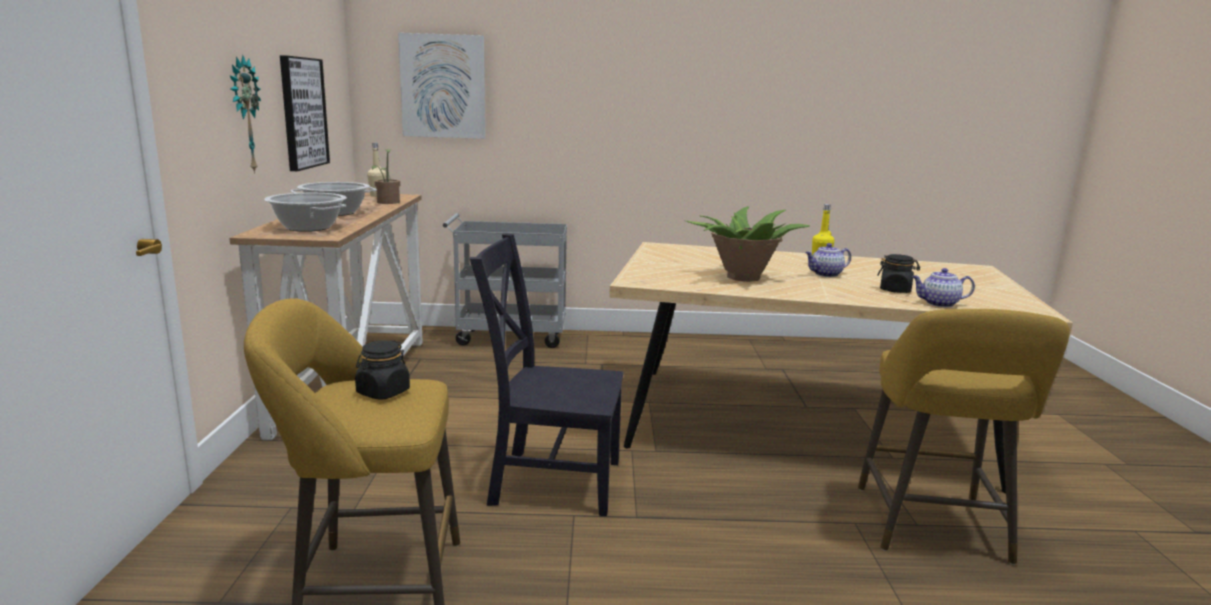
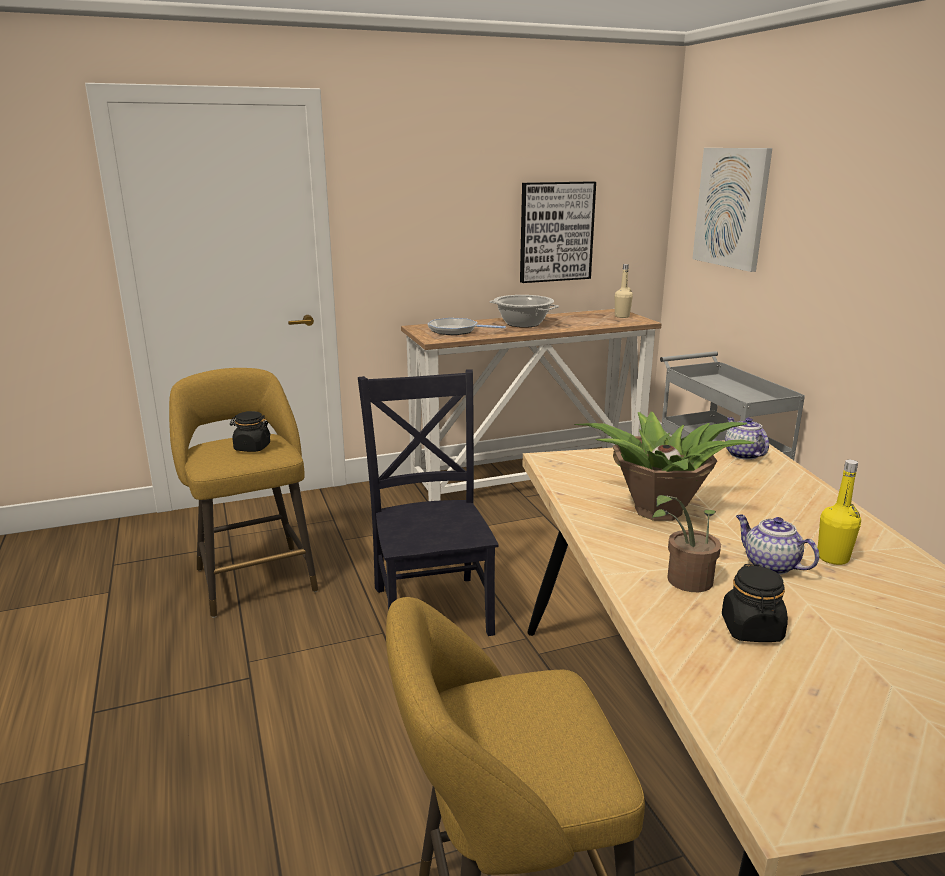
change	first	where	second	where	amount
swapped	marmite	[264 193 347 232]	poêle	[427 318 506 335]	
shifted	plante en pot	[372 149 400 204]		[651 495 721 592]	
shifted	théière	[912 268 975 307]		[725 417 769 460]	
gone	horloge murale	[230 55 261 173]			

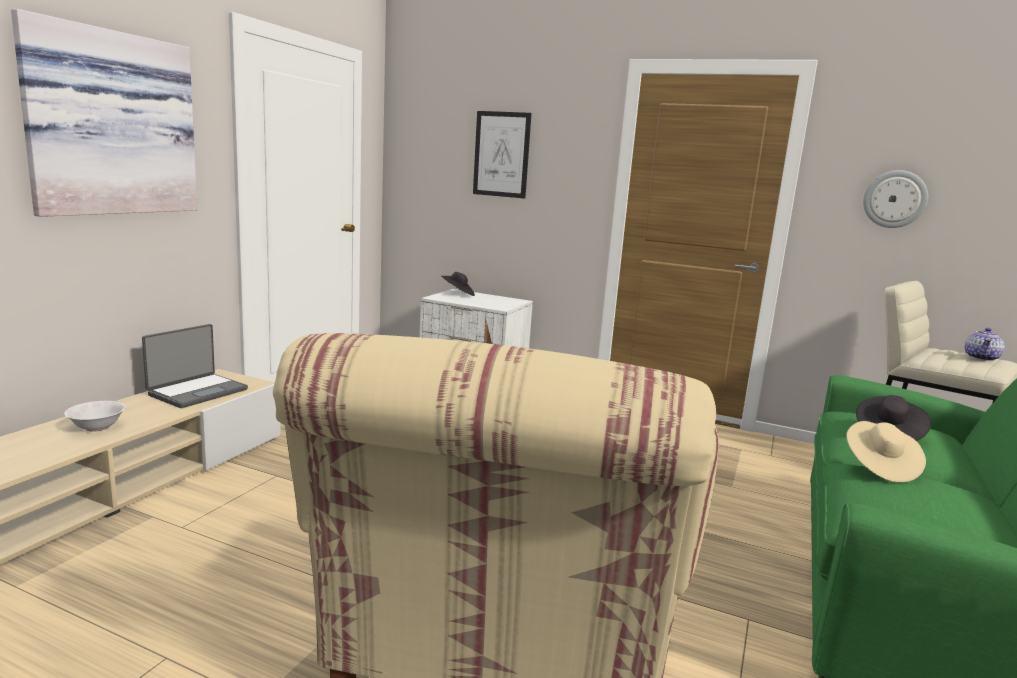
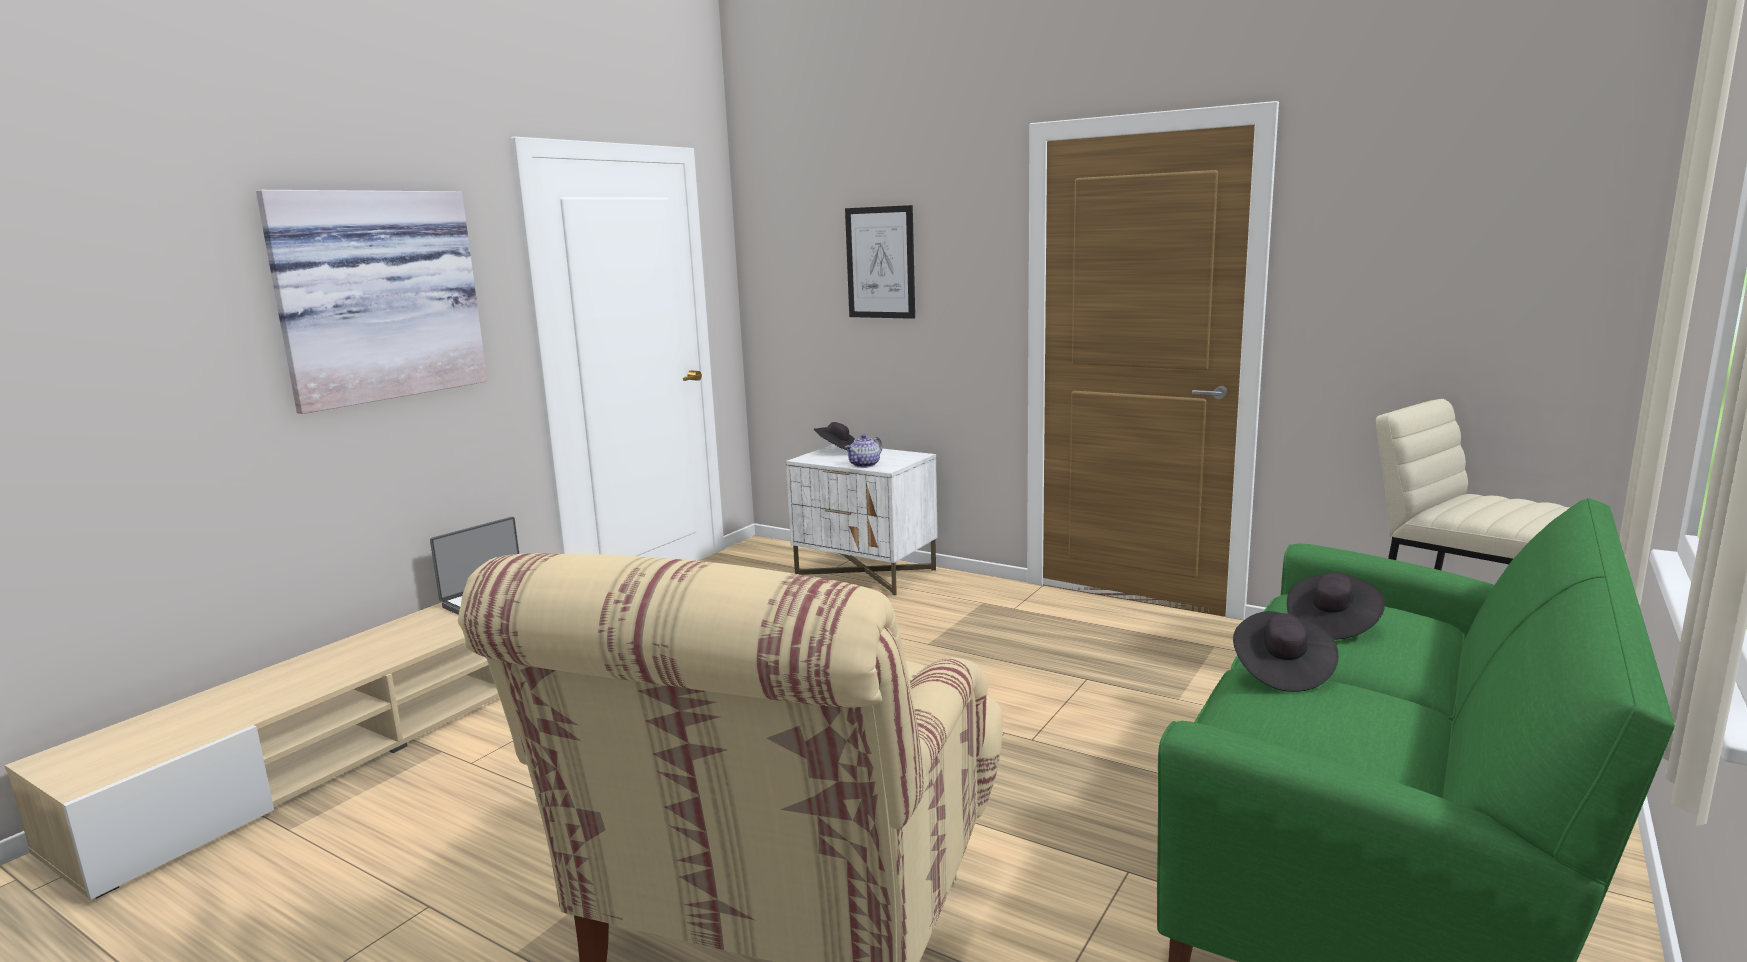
change	first	where	second	where	amount
shifted	théière	[965 328 1005 361]		[845 434 882 468]	
repainted	chapeau/beige	[846 421 926 483]	chapeau/noir	[1233 611 1339 692]	
gone	bol/blanc	[64 401 126 432]			
gone	horloge murale	[863 170 928 228]			

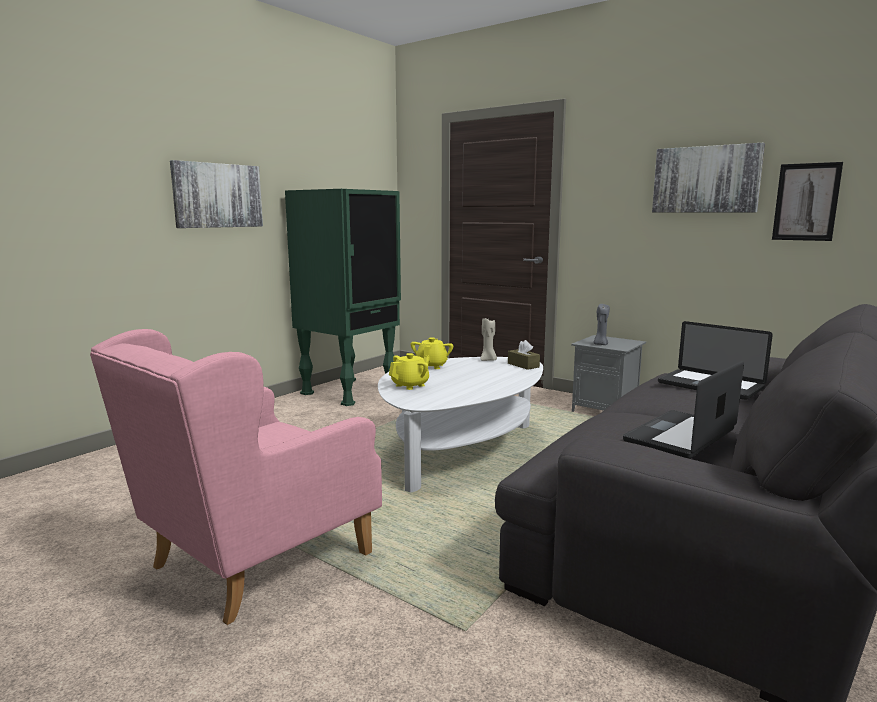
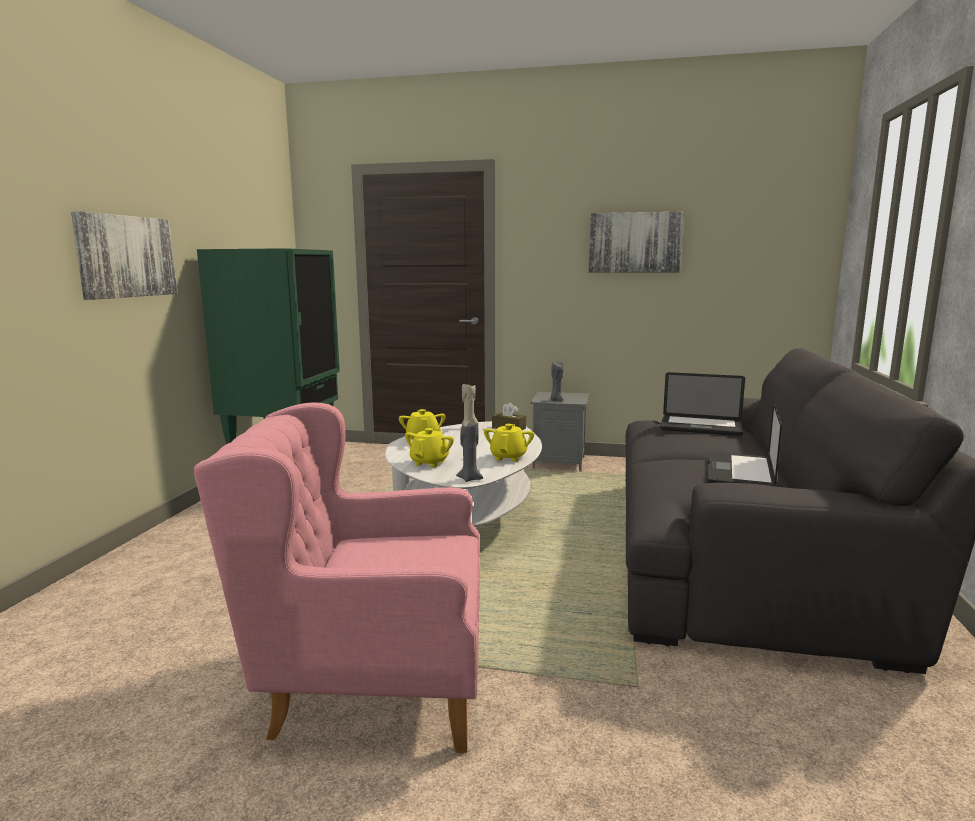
change	first	where	second	where	amount
rotated	fauteuil/rose	[90 329 382 625]		[194 402 480 753]	75 degrees clockwise
new			bougie/gris	[456 423 483 482]	
new			théière/jaune	[484 424 534 462]	
gone	tableau	[772 162 843 241]			

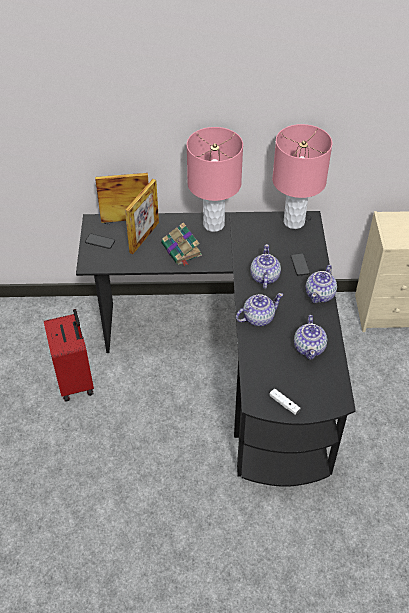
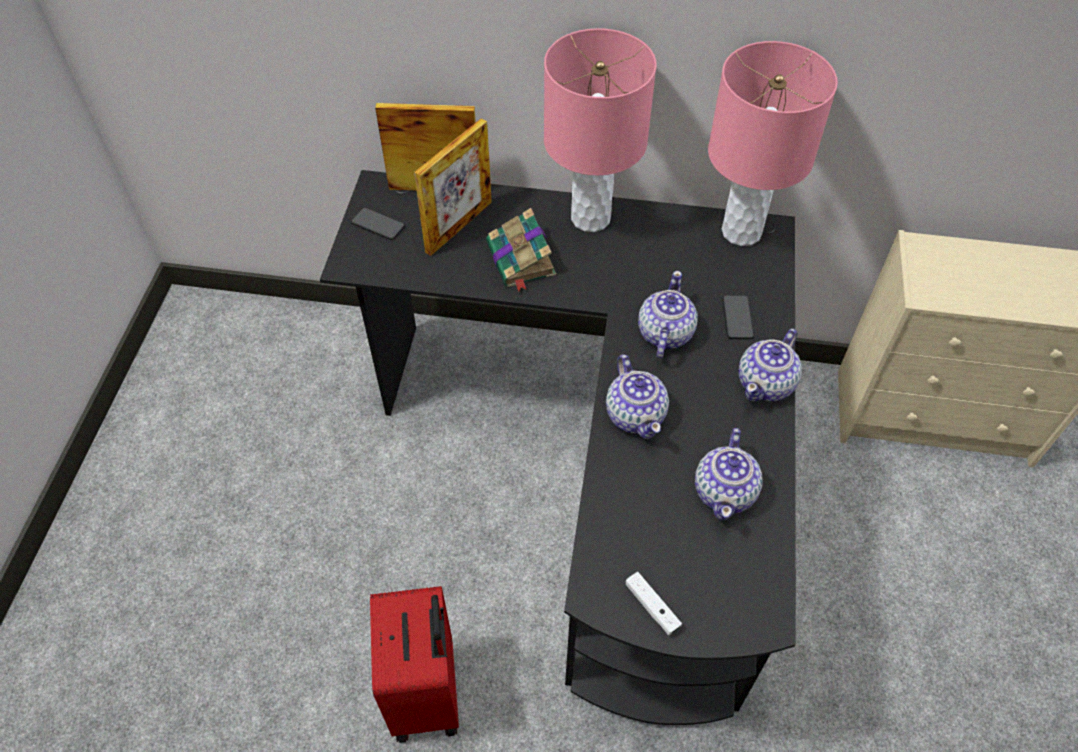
change	first	where	second	where	amount
shifted	valise/rouge	[44 309 94 402]		[370 586 459 743]	
rotated	théière	[236 293 283 326]		[606 355 669 439]	90 degrees clockwise

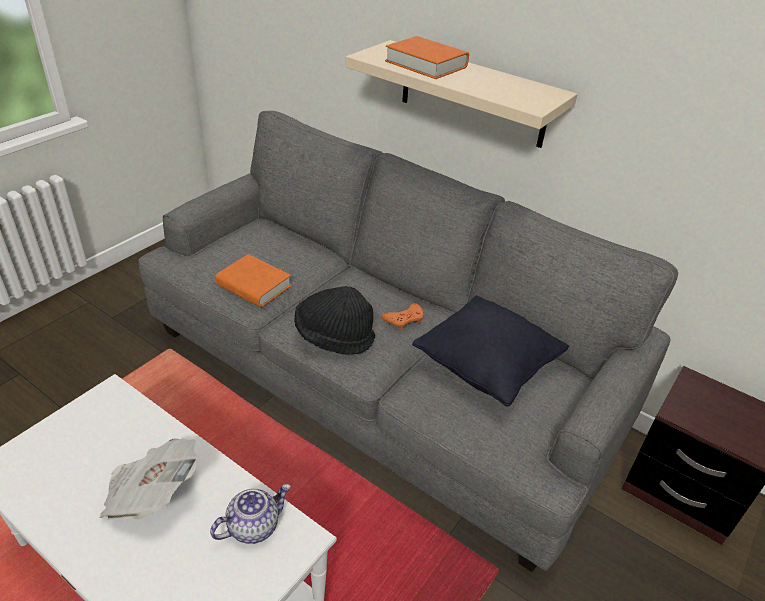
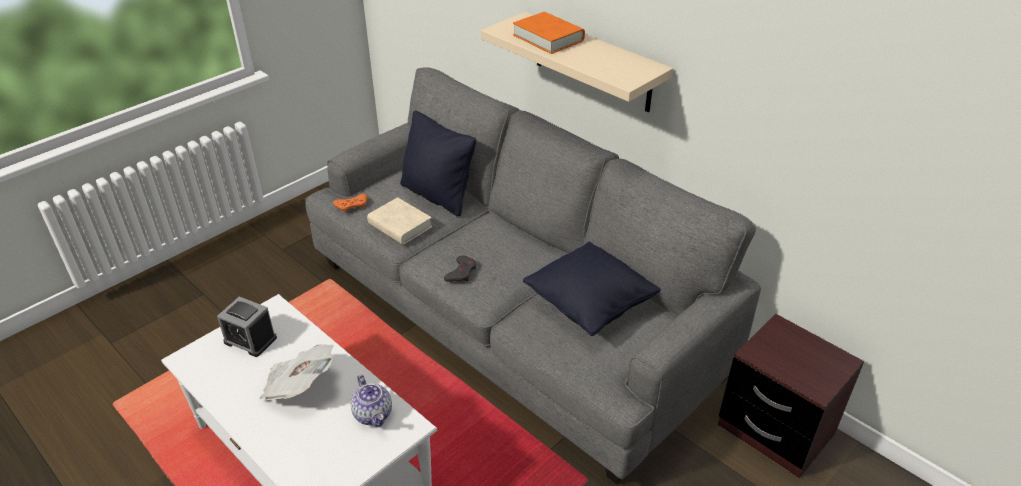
change	first	where	second	where	amount
new			réveil	[217 296 277 357]	
shifted	manette/orange	[382 303 424 330]		[333 194 367 213]	
rotated	théière	[210 484 291 544]		[351 375 392 427]	90 degrees clockwise
repainted	livre/orange	[216 254 291 307]	livre/beige	[367 197 432 245]	
new			coussin/noir	[400 111 476 216]	
swapped	chapeau/noir	[294 286 375 355]	manette/gris	[444 256 476 282]	

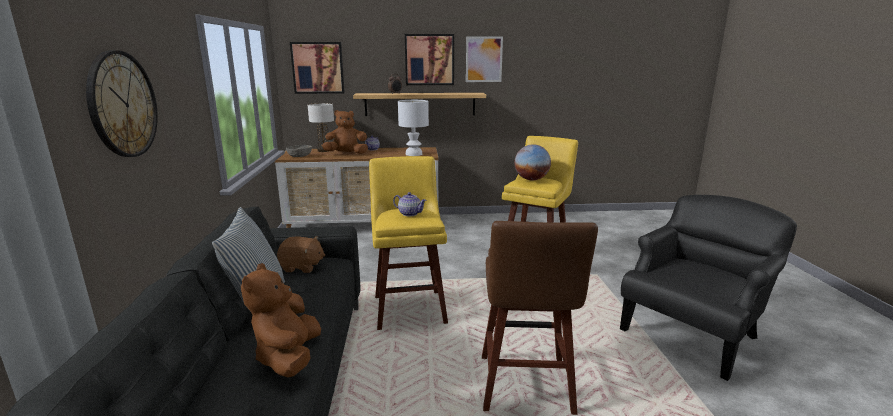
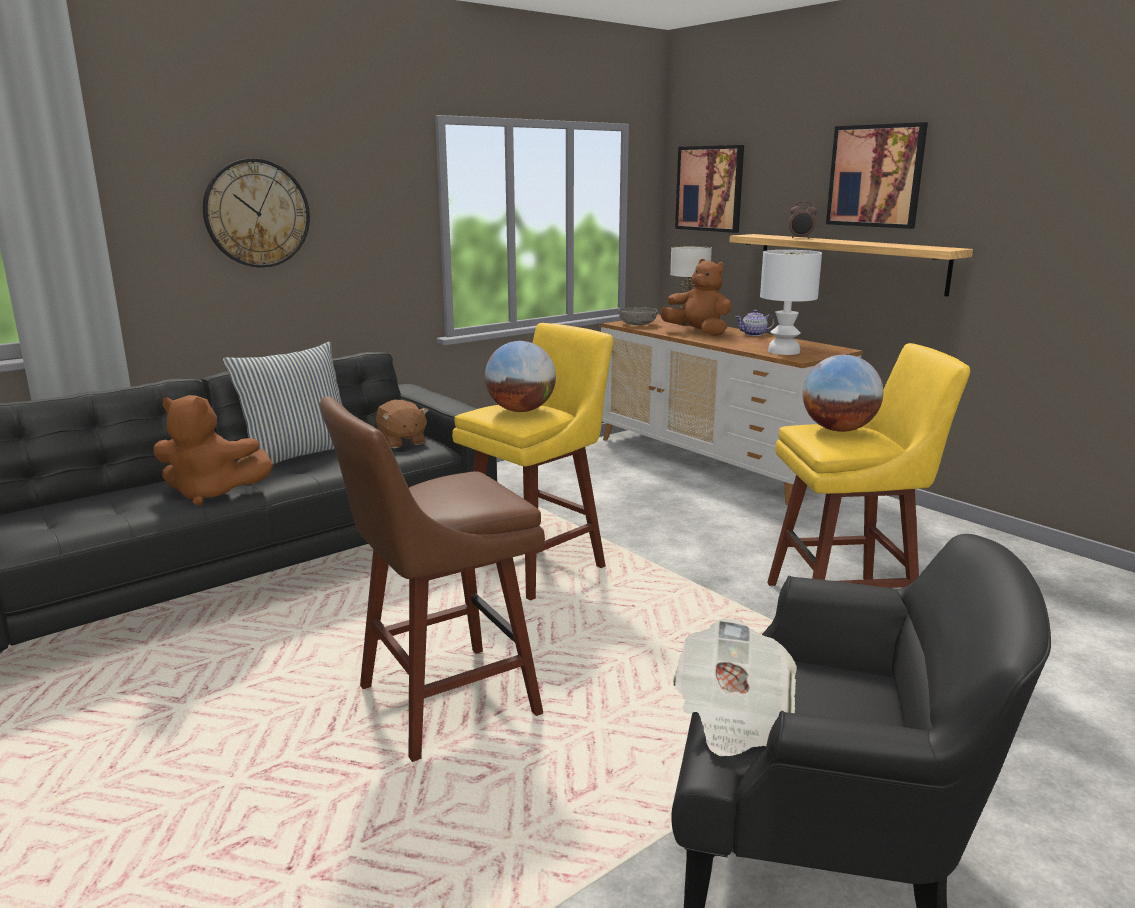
change	first	where	second	where	amount
rotated	peluche/marron	[241 263 321 377]		[153 395 273 506]	135 degrees counterclockwise
swapped	théière	[393 192 427 216]	globe	[485 341 556 412]	
new			journal	[673 618 797 756]	
gone	tableau	[466 36 503 82]			

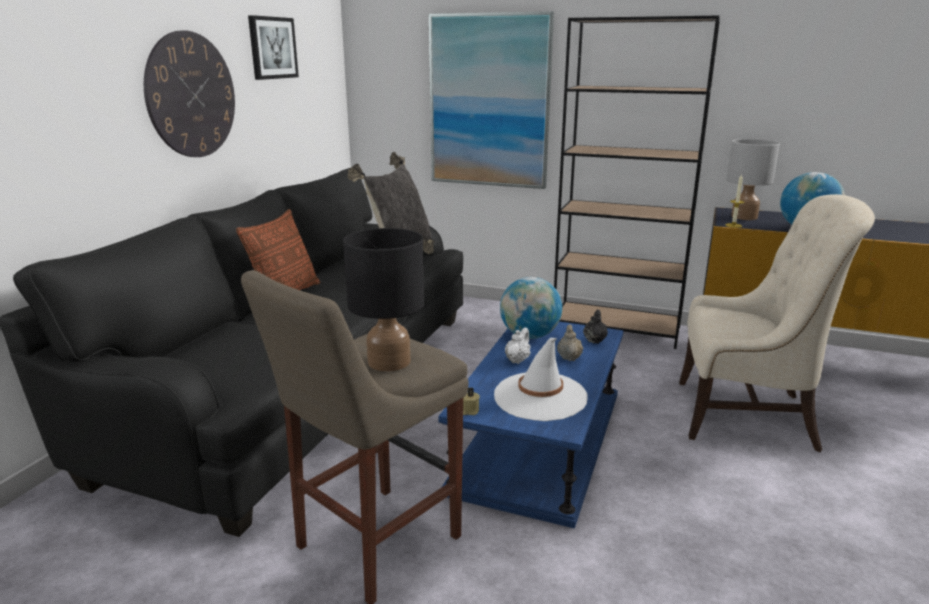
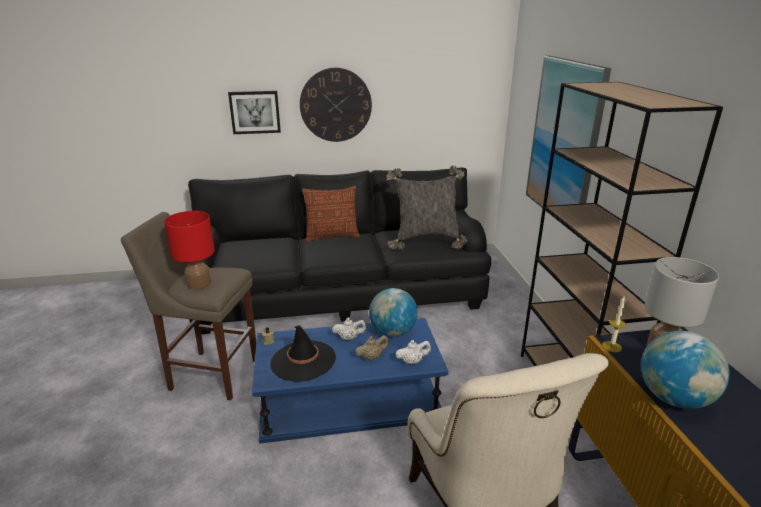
change	first	where	second	where	amount
repainted	lampe de table/noir	[343 228 424 371]	lampe de table/rouge	[164 211 215 289]	
shifted	tableau	[248 15 299 80]		[228 91 281 134]	
repainted	chapeau/blanc	[494 338 588 421]	chapeau/noir	[270 325 336 382]	
repainted	théière/noir	[583 310 608 344]	théière/blanc	[396 340 431 365]	

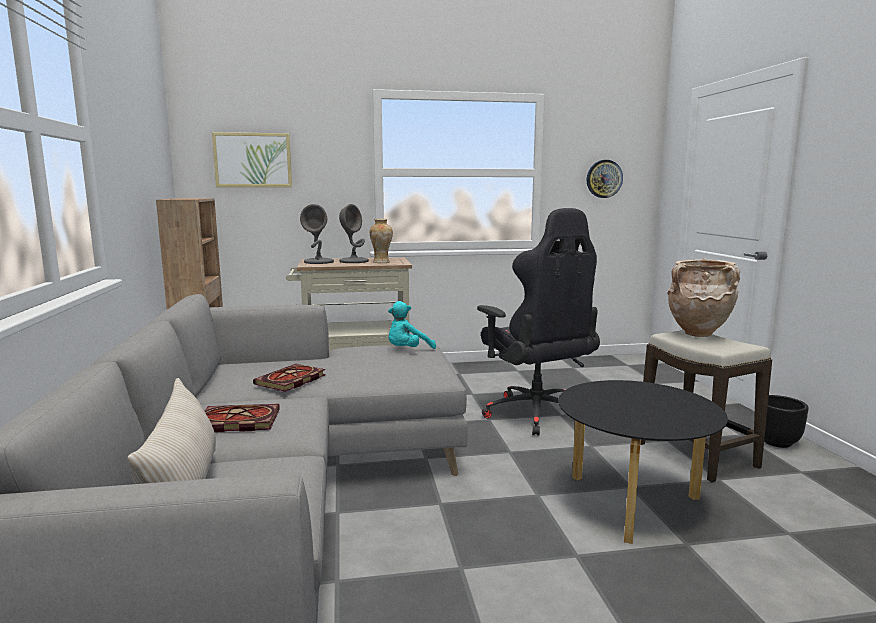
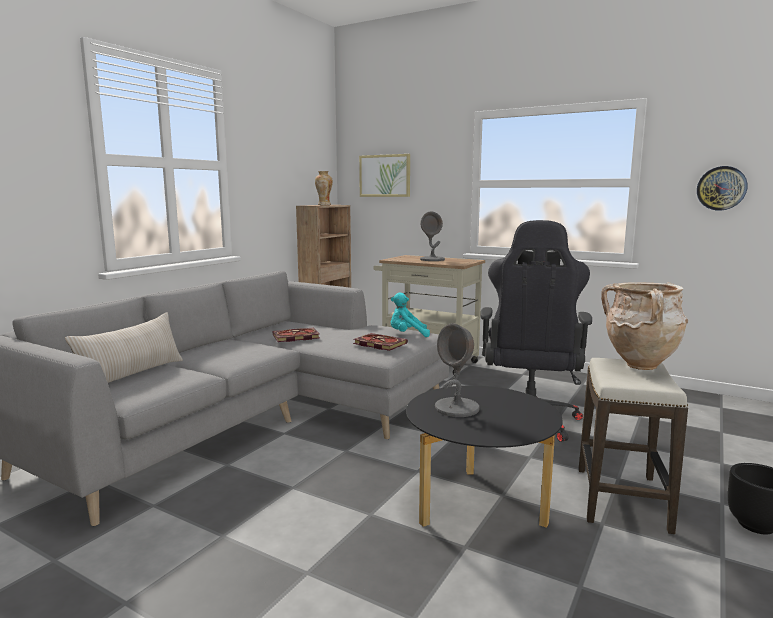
change	first	where	second	where	amount
shifted	vase	[370 219 393 263]		[315 171 333 205]	
shifted	livre	[205 404 280 432]		[353 333 408 351]	
shifted	lampe de table/gris	[300 204 334 264]		[435 323 480 417]	

